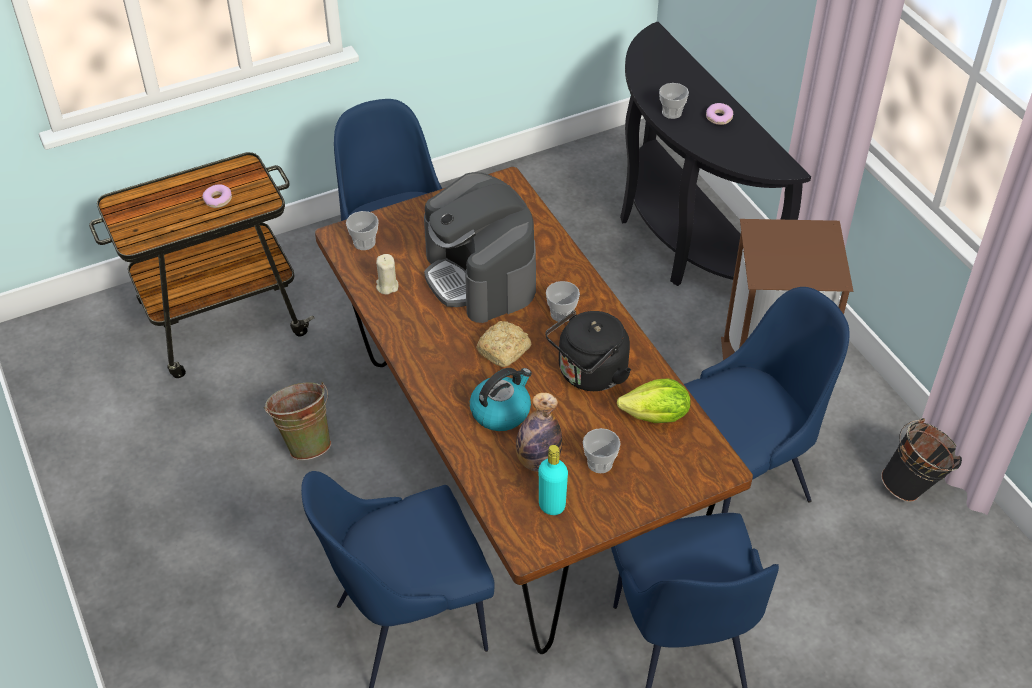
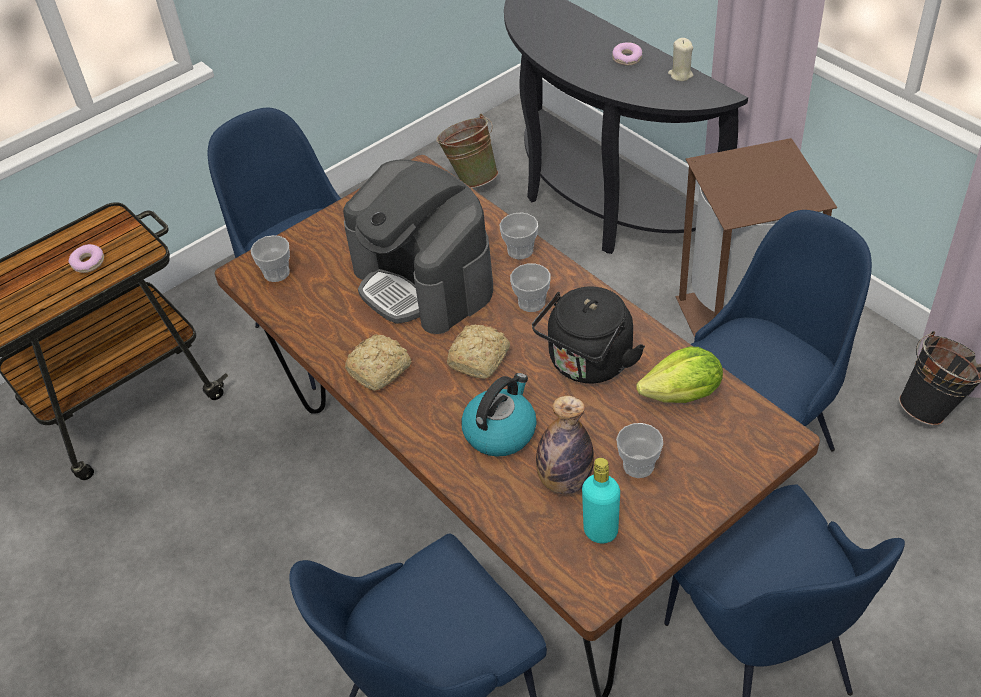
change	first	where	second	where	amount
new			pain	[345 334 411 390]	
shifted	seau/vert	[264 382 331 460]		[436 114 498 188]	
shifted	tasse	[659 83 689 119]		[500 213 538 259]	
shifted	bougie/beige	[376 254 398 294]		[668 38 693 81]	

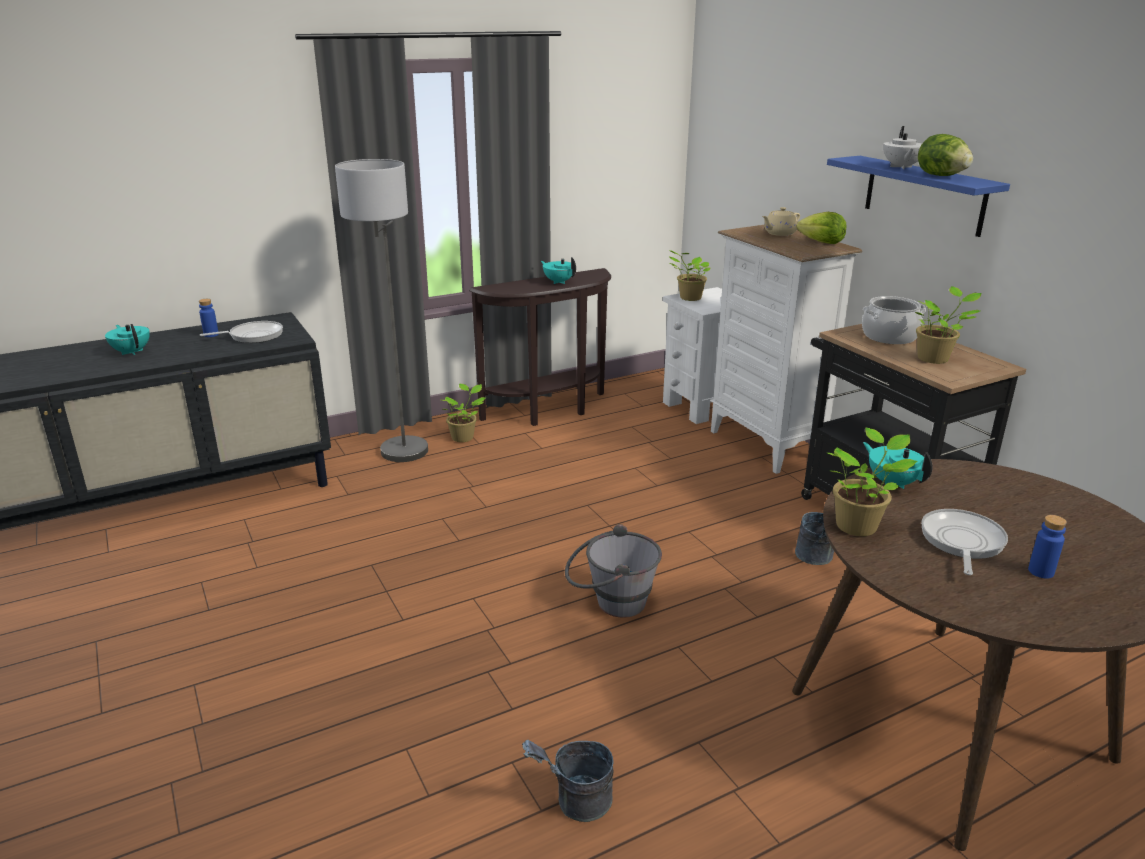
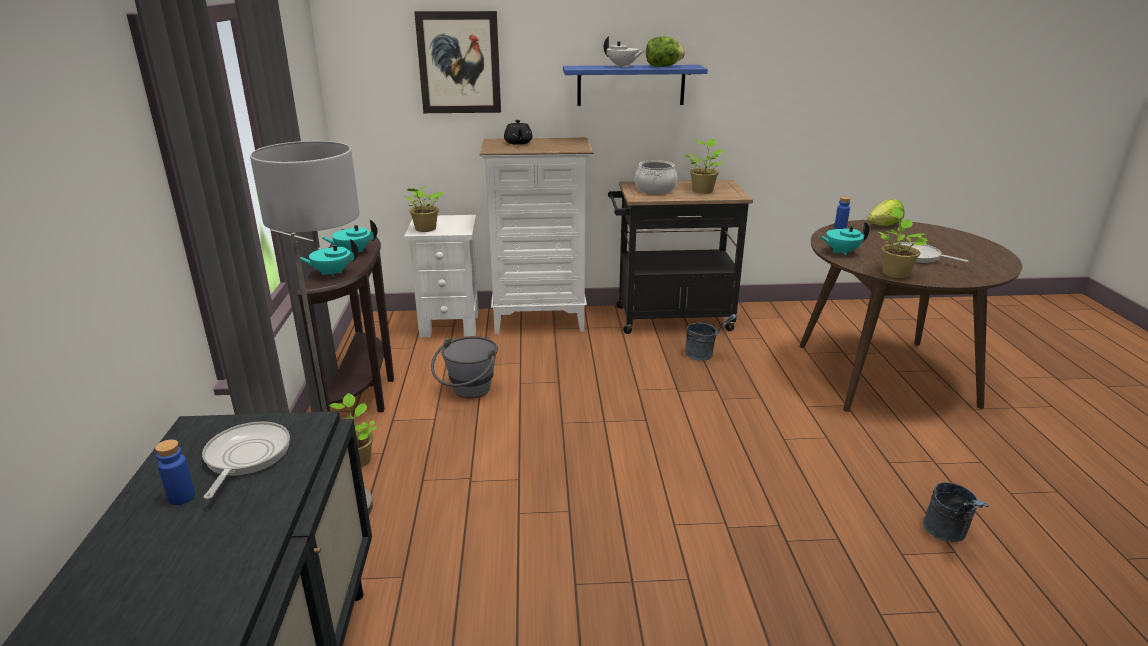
change	first	where	second	where	amount
shifted	théière/turquoise	[105 324 150 355]		[300 239 358 277]	
new			tableau	[414 11 501 113]	
shifted	seau/gris	[565 524 662 618]		[431 336 498 399]	
repainted	théière/beige	[762 207 800 236]	théière/noir	[504 120 533 145]	
shifted	bouteille/bleu	[1028 515 1067 579]		[834 197 851 229]	
shifted	laitue	[797 212 846 244]		[868 199 904 226]	

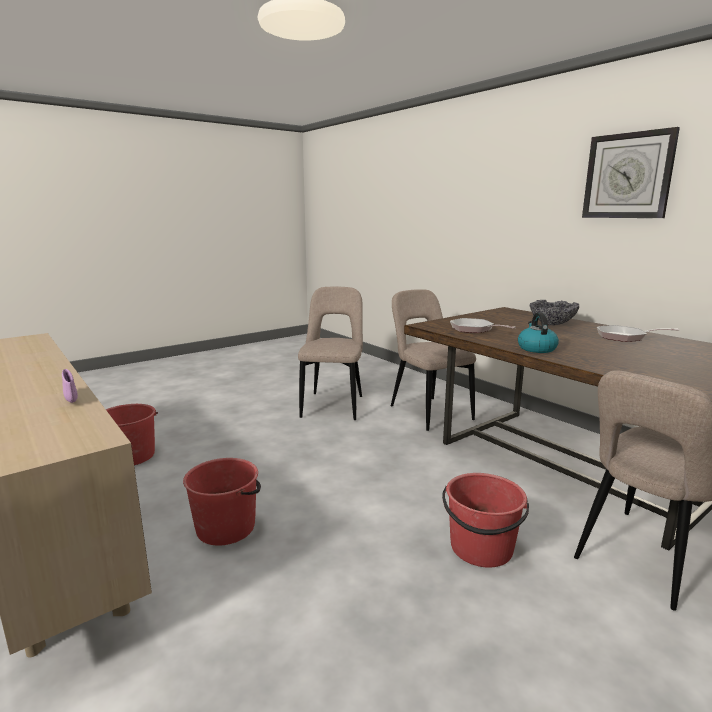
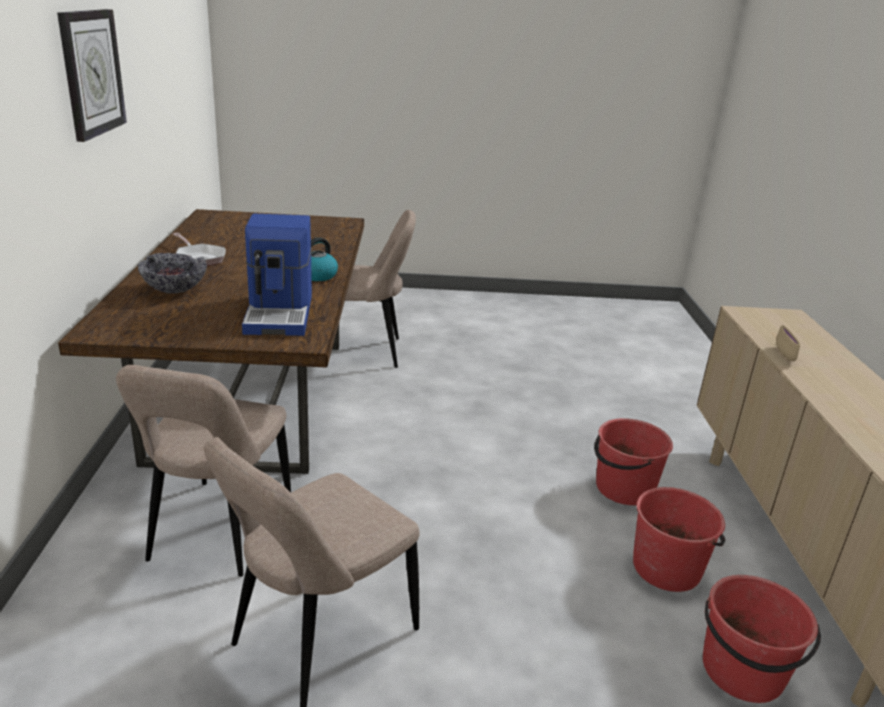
change	first	where	second	where	amount
swapped	poêle	[450 318 516 333]	machine à café	[242 214 312 336]	
shifted	seau/rouge	[442 473 529 567]		[633 487 725 592]	
repainted	bol/violet	[62 369 78 403]	bol/beige	[776 325 800 361]	

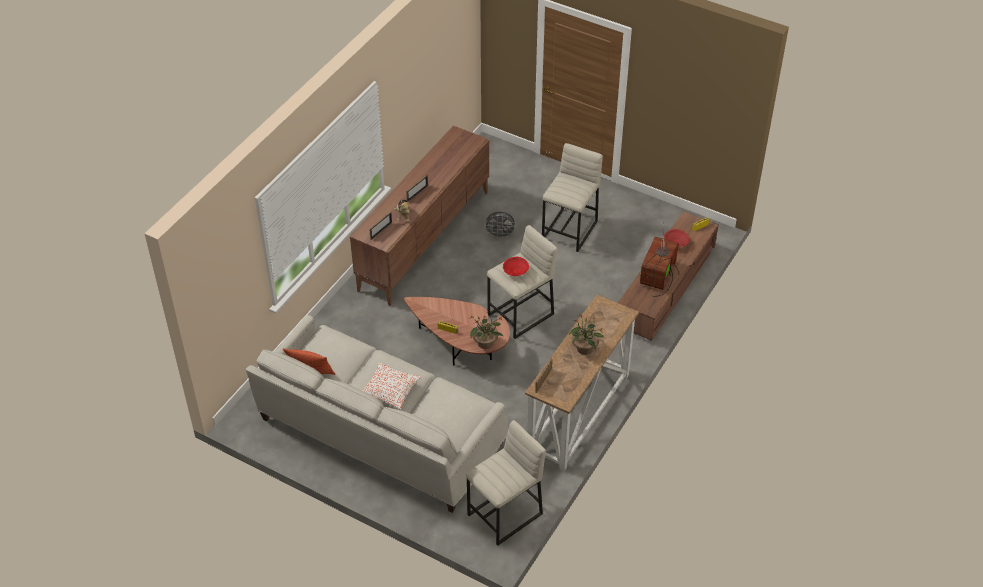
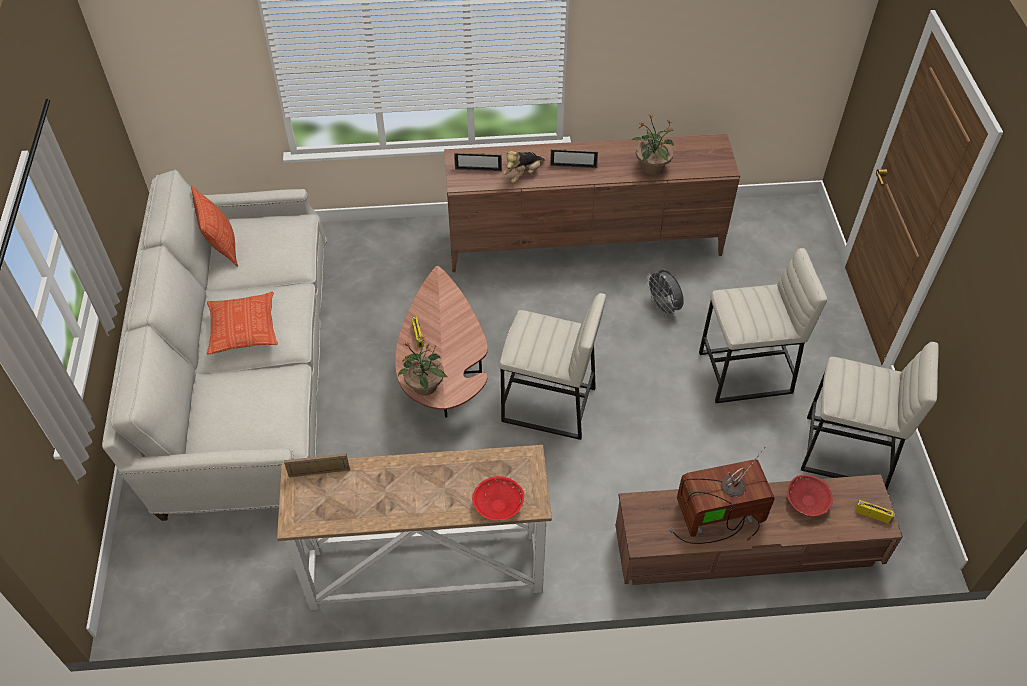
change	first	where	second	where	amount
repainted	coussin/blanc	[362 363 421 409]	coussin/orange	[207 292 278 354]	
shifted	bol/rouge	[503 257 529 276]		[472 476 524 521]	
shifted	plante en pot	[569 315 605 355]		[631 114 674 175]	
shifted	tabouret/beige	[466 420 546 545]		[801 342 939 490]	

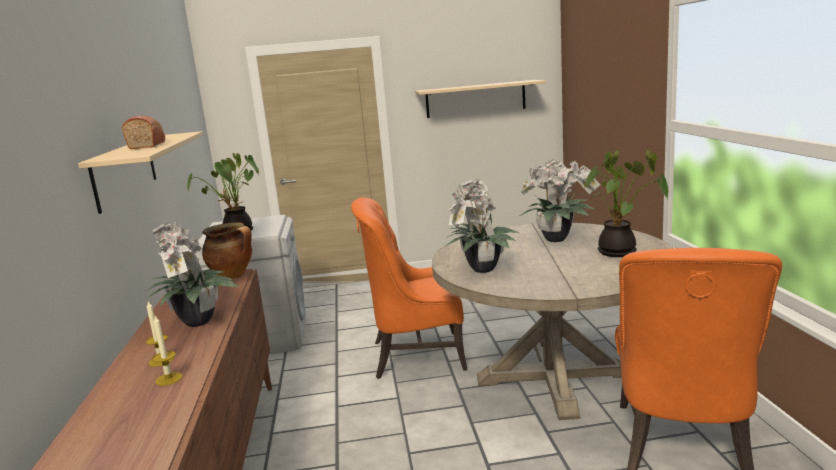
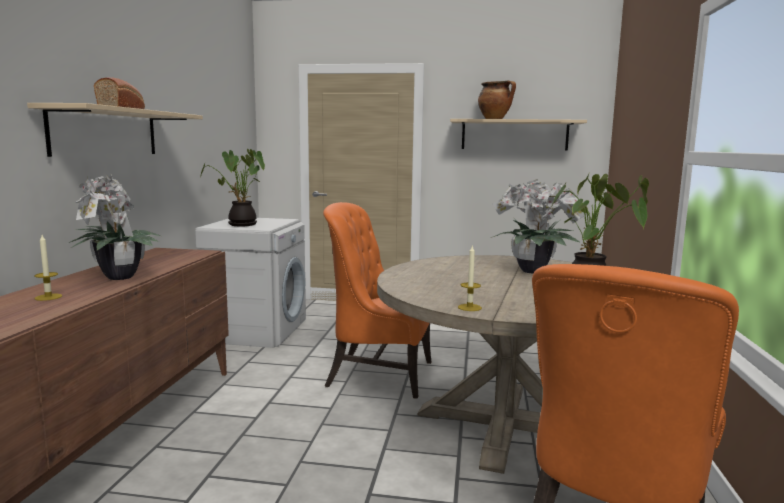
change	first	where	second	where	amount
shifted	bougie	[152 316 183 386]		[458 245 482 311]	
shifted	marmite	[202 222 252 279]		[478 80 516 119]	
gone	plante en pot	[446 179 519 273]			

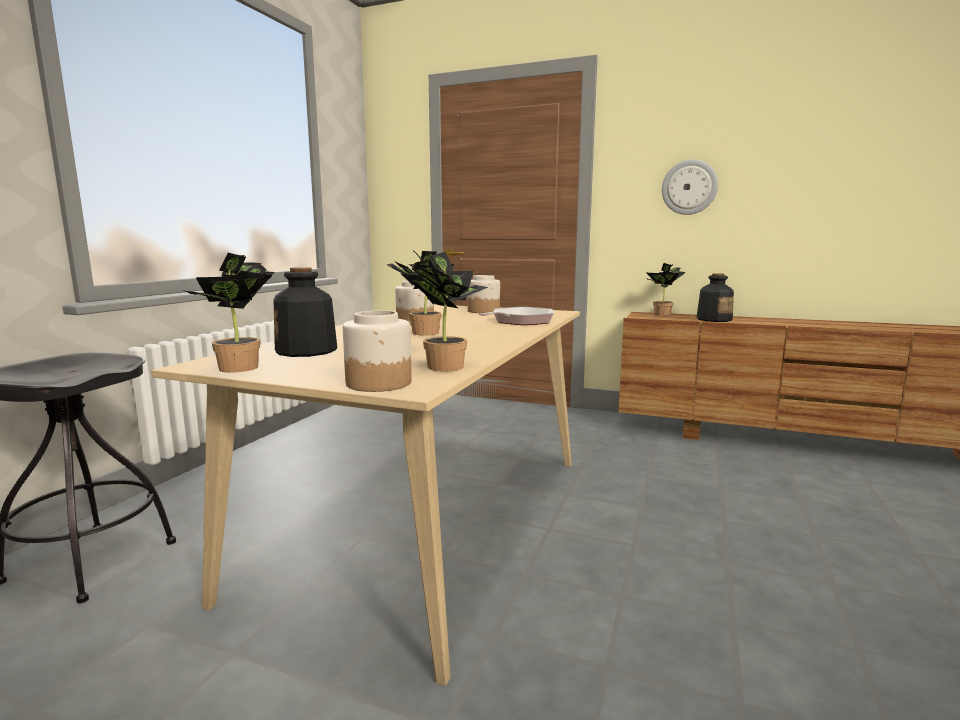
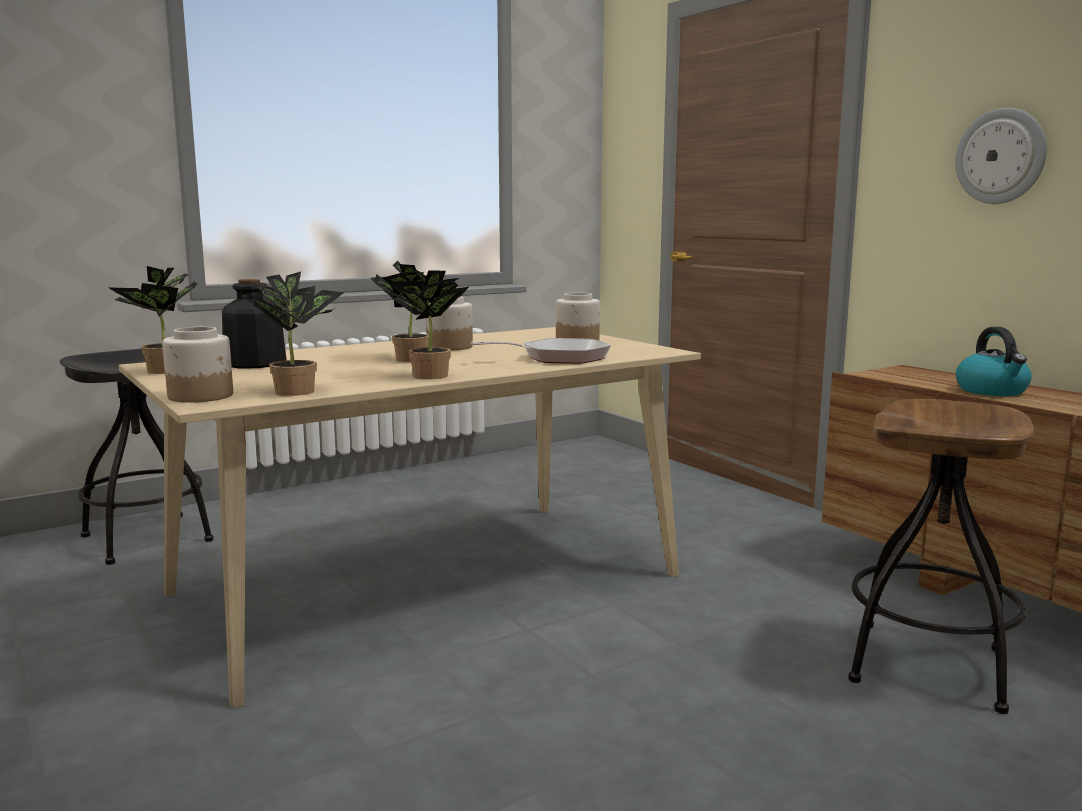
change	first	where	second	where	amount
shifted	plante en pot	[646 263 686 315]		[381 267 469 379]	
new			tabouret/marron	[848 399 1034 714]	
swapped	bouteille	[697 273 734 322]	bouilloire	[956 327 1032 396]	

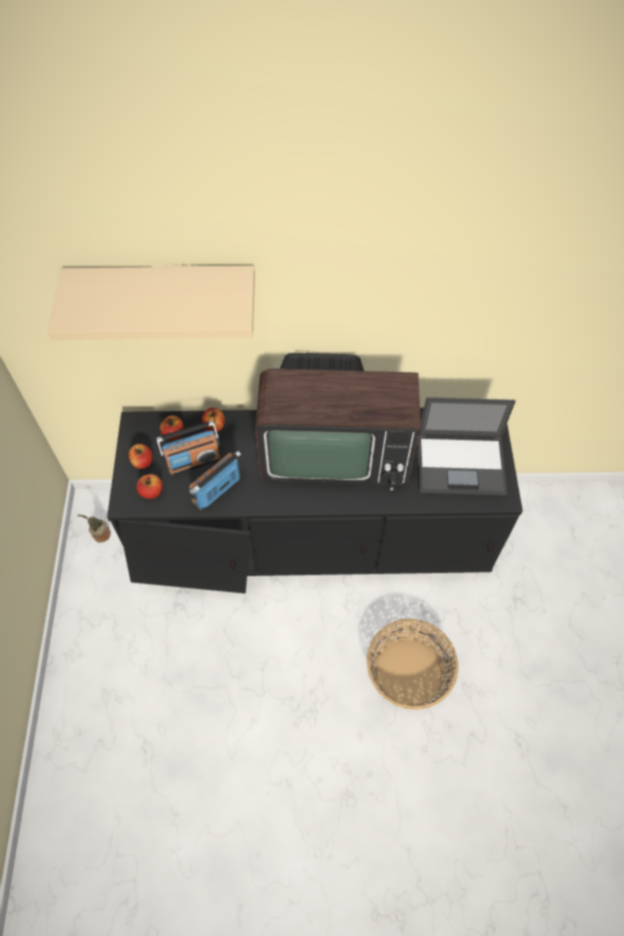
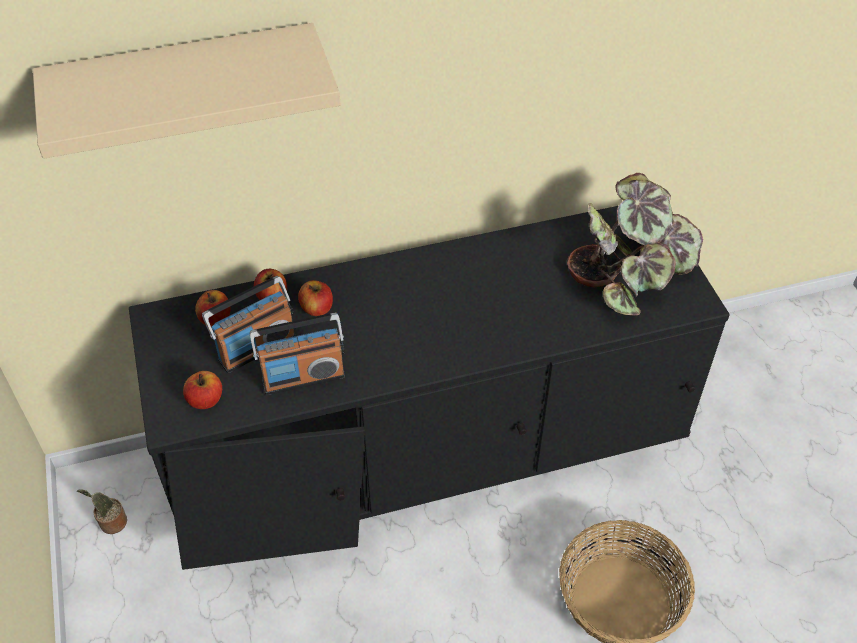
change	first	where	second	where	amount
rotated	radio	[189 451 241 511]		[250 312 345 395]	135 degrees counterclockwise
shifted	pomme	[128 444 153 469]		[298 280 333 316]	
swapped	ordinateur portable	[418 397 516 495]	plante en pot	[567 173 703 315]	
gone	téléviseur	[255 353 421 491]			

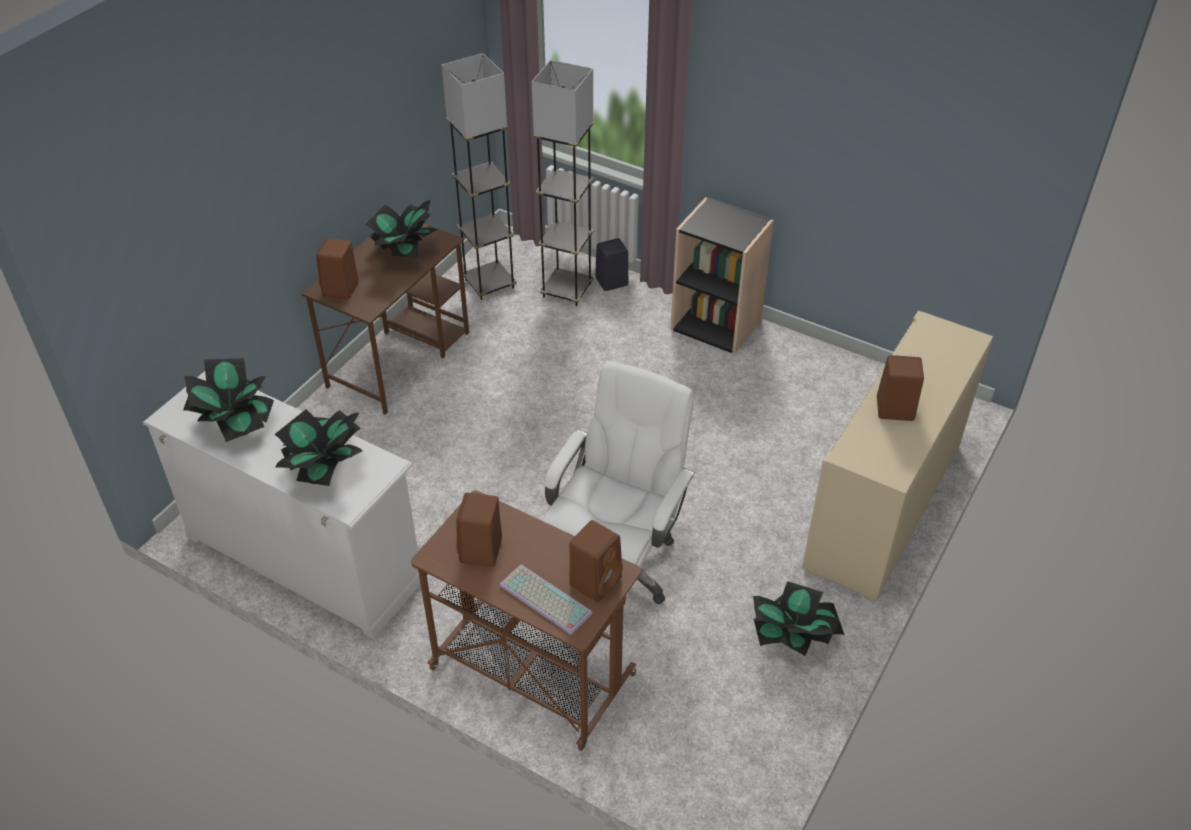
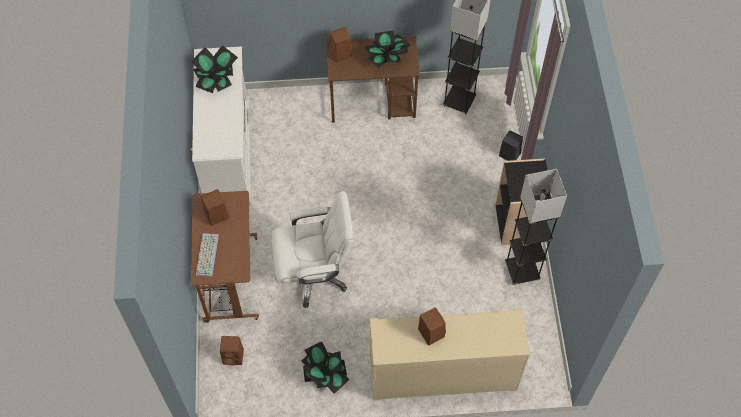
change	first	where	second	where	amount
shifted	enceinte/marron	[569 520 623 602]		[220 336 244 365]	
shifted	lampadaire/gris	[532 60 594 306]		[505 169 567 285]	
gone	plante en pot	[275 409 363 486]			

